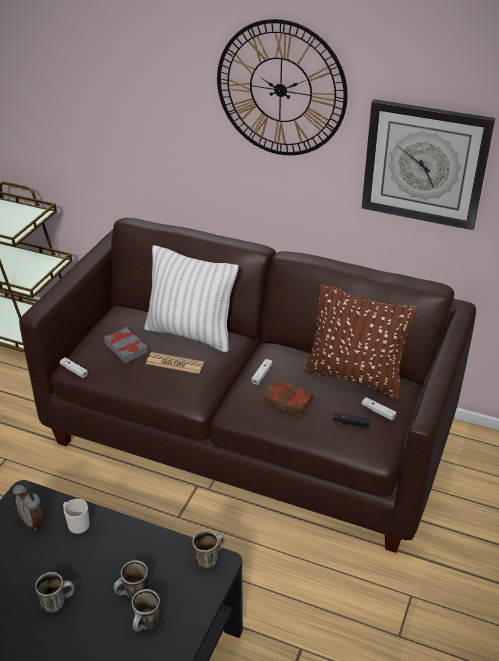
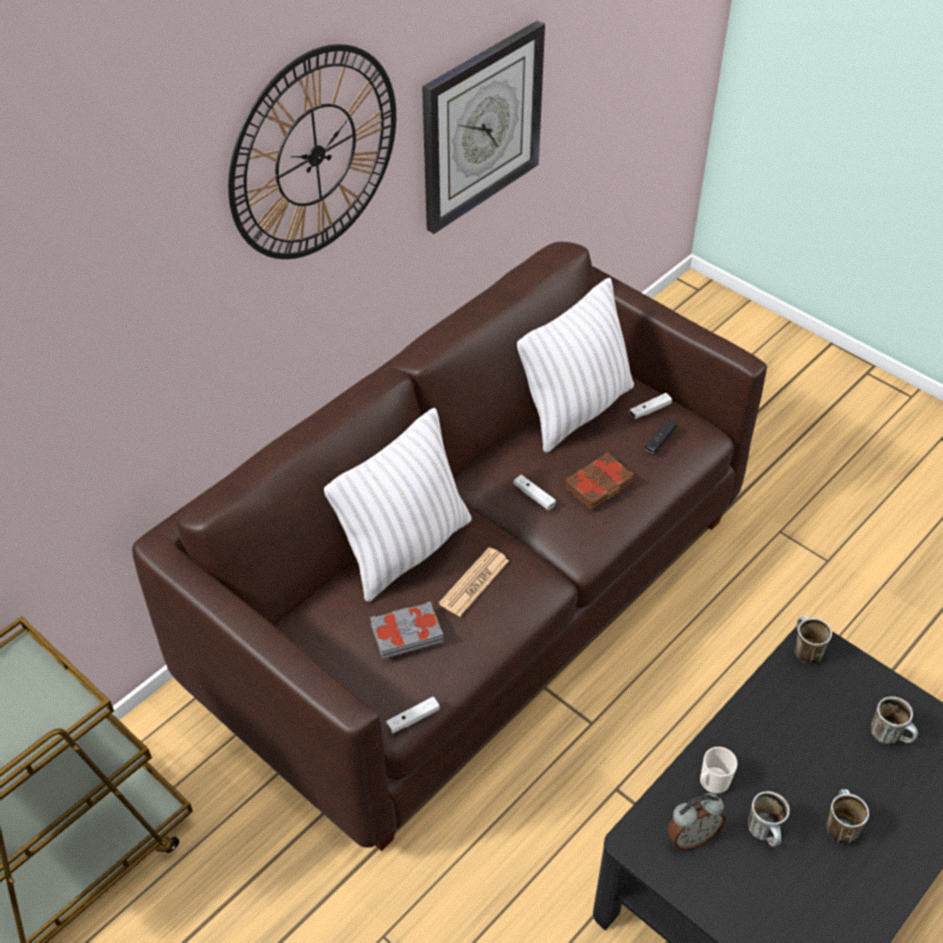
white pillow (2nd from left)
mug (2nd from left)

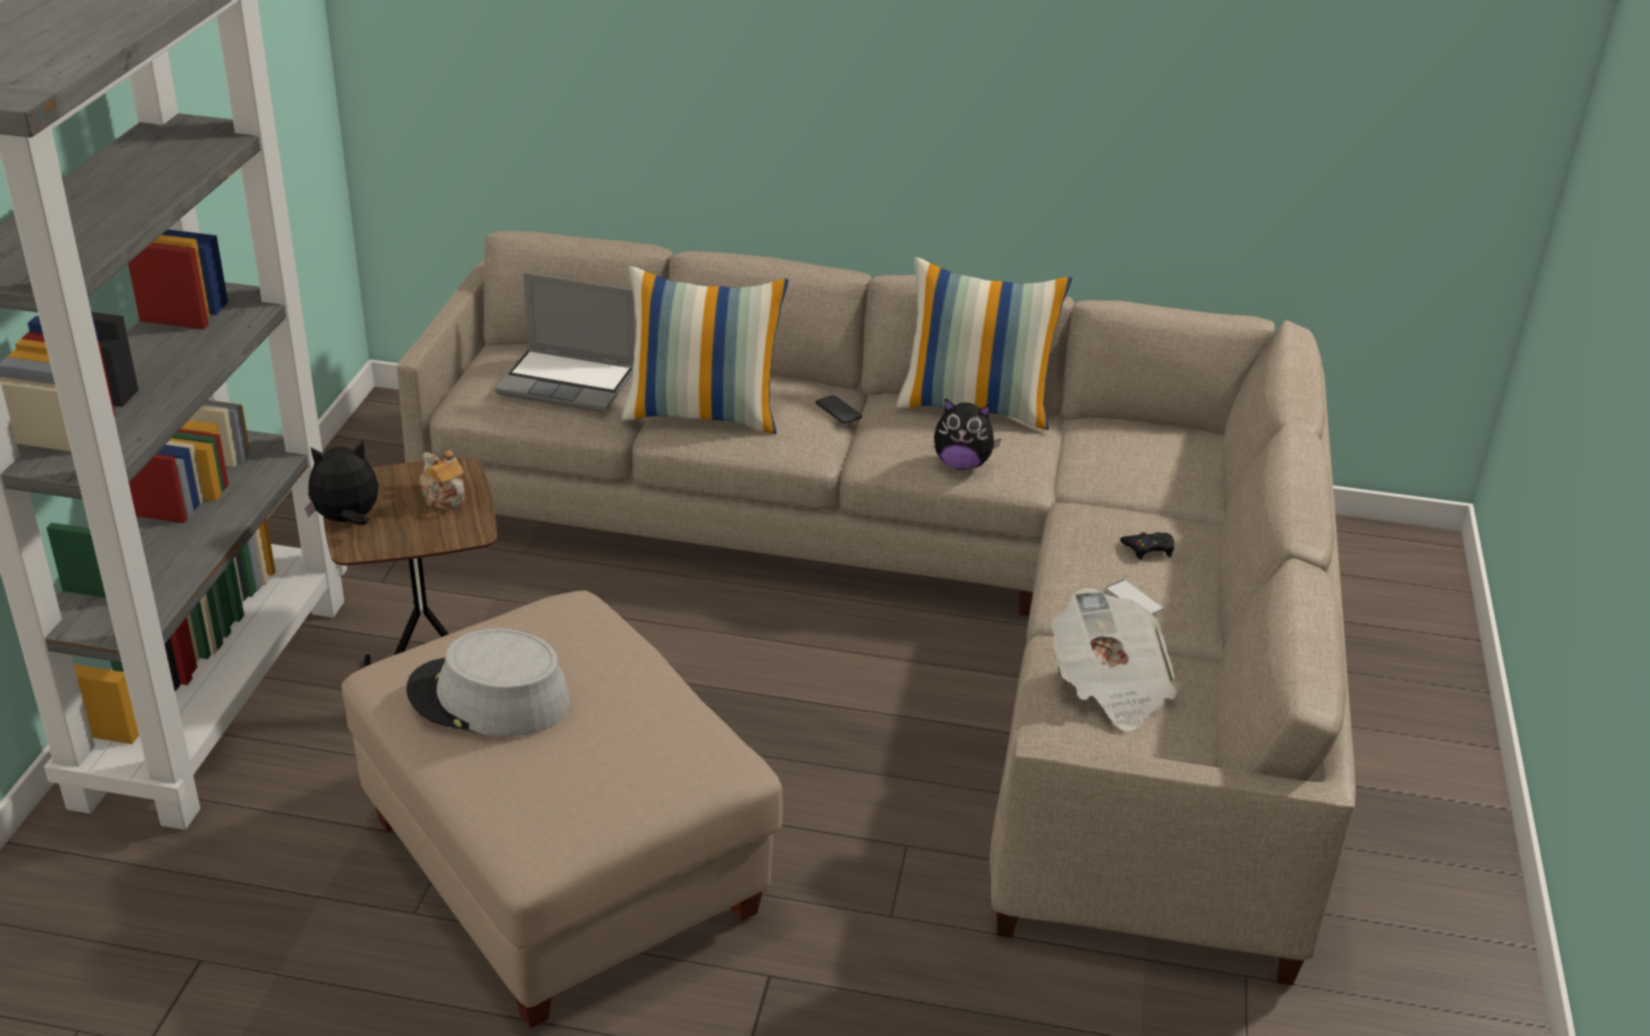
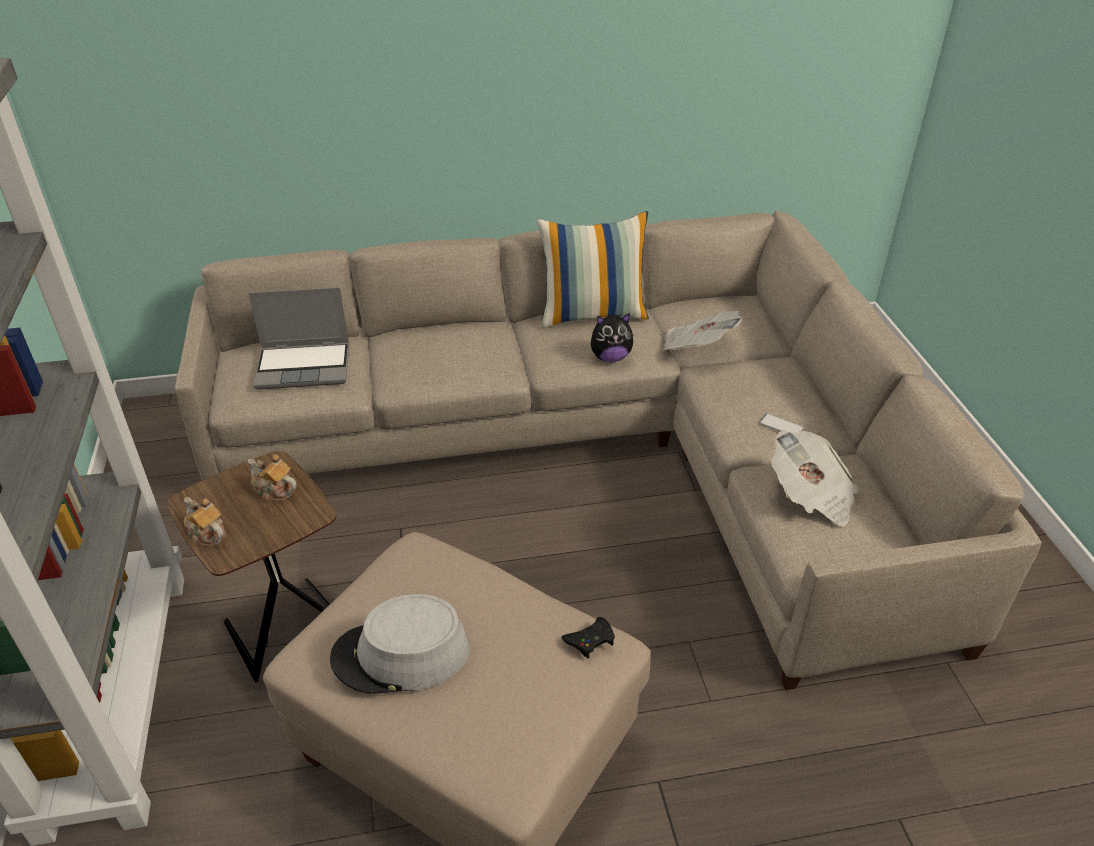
pillow (1st from left in the first image)
phone (1st from left in the first image)
teapot (1st from left)
black game controller
newspaper (1st from left)

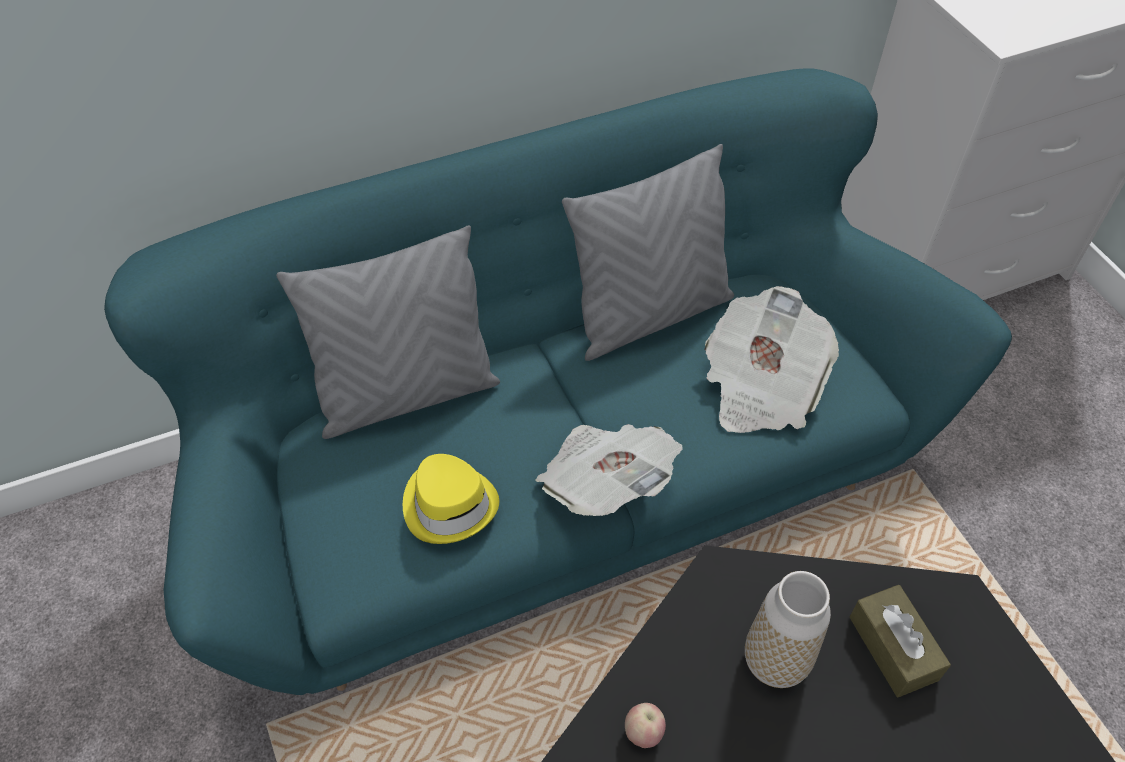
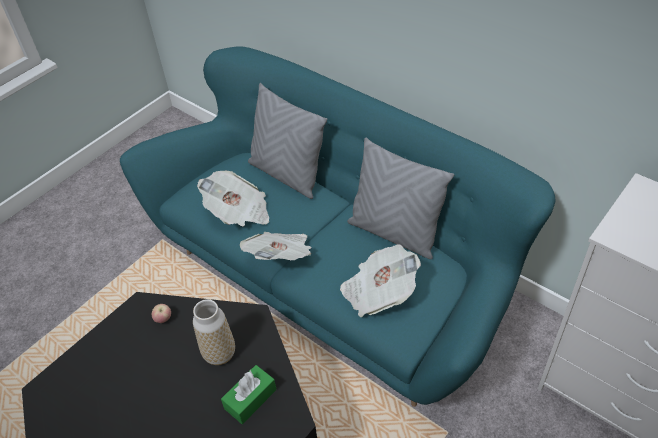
newspaper (1st from left)
green tissue box

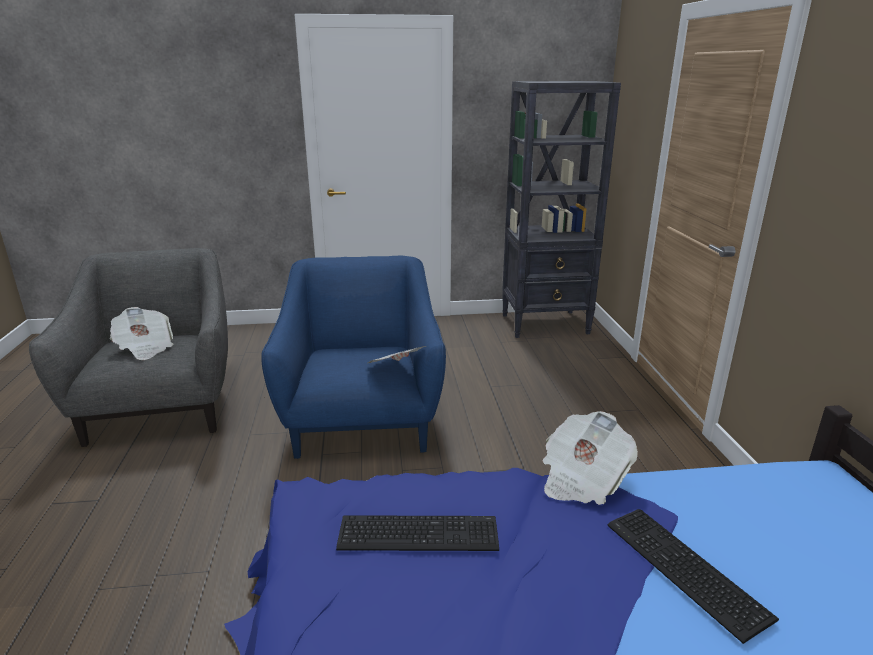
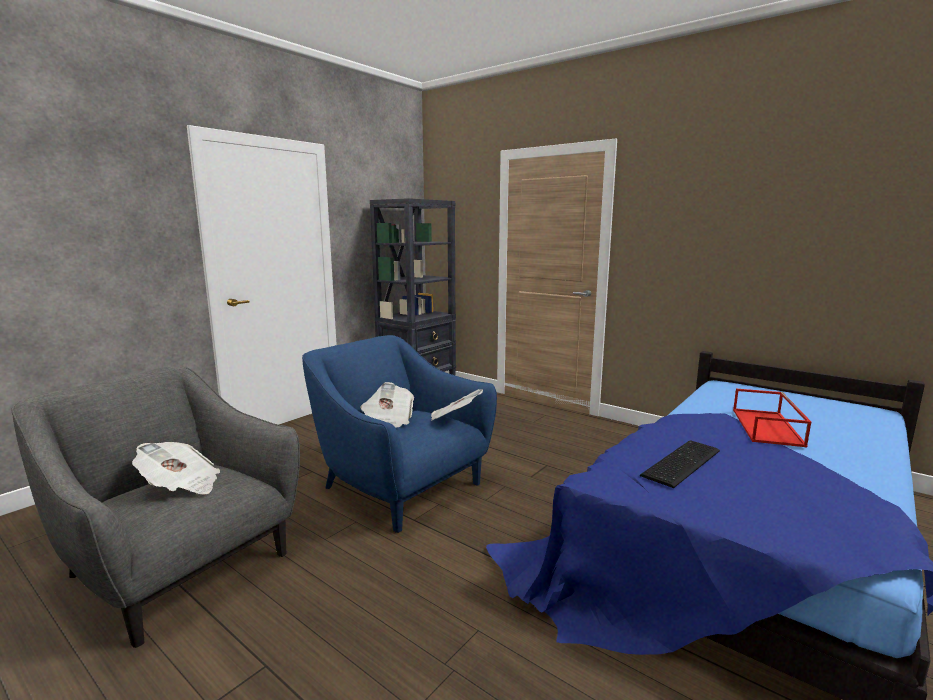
newspaper (2nd from left)
red tray

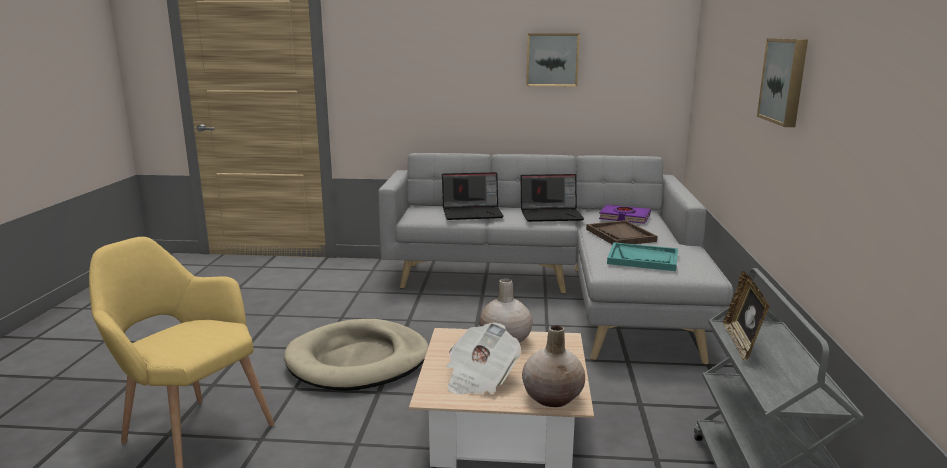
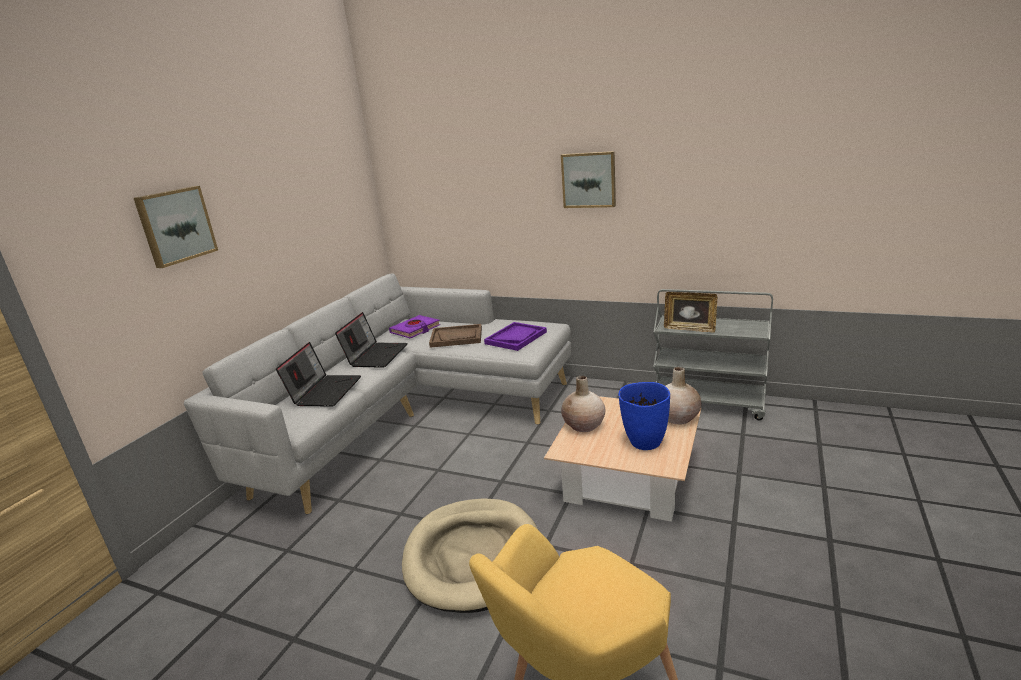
picture (1st from left)
purple tray
blue vase

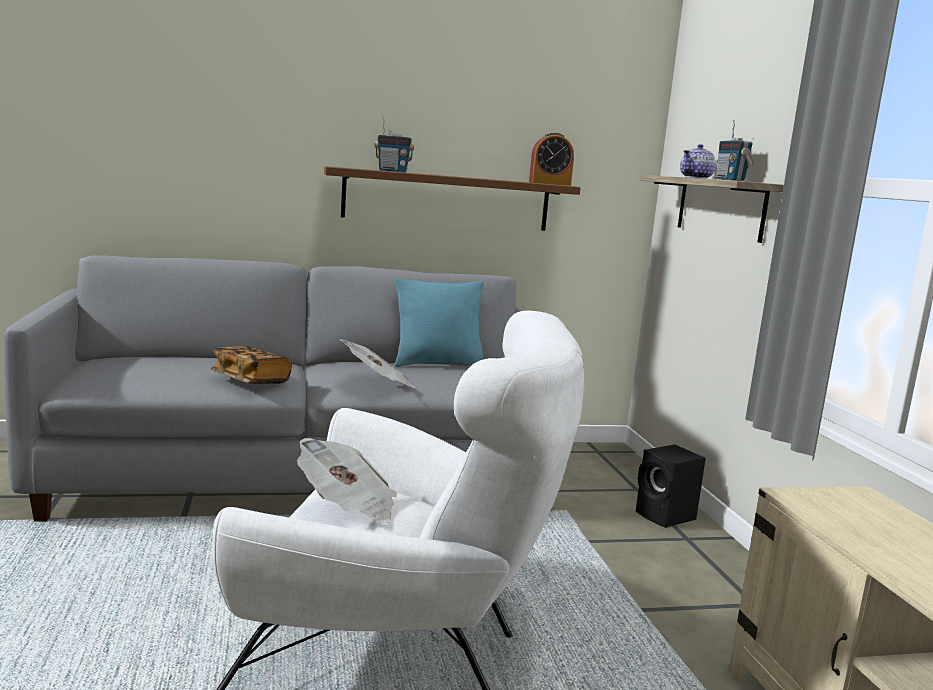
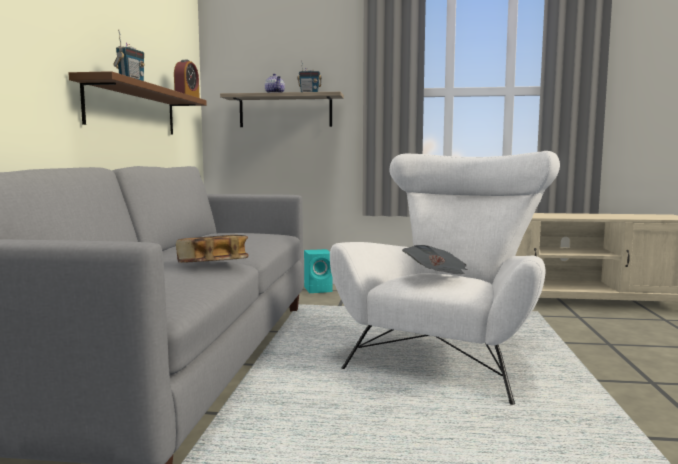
turquoise pillow
newspaper (2nd from left in the first image)
turquoise speaker

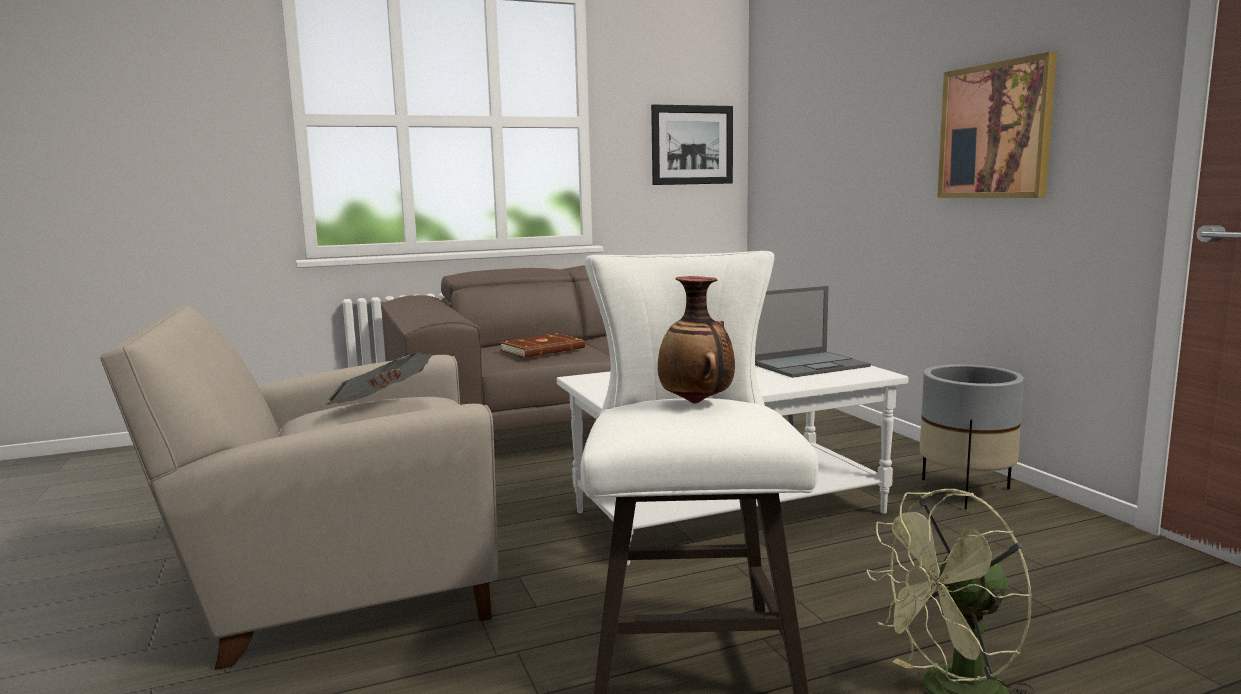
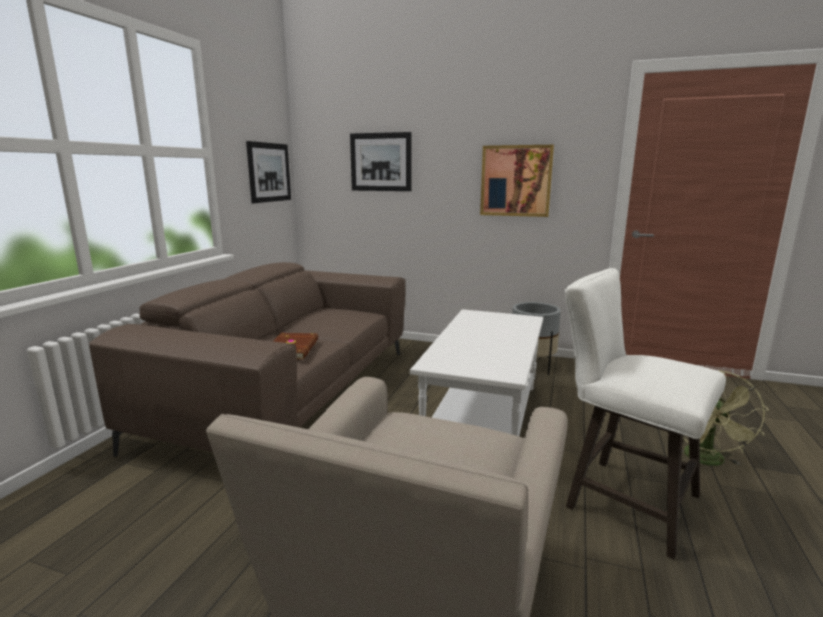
vase
laptop
newspaper
picture (2nd from left)

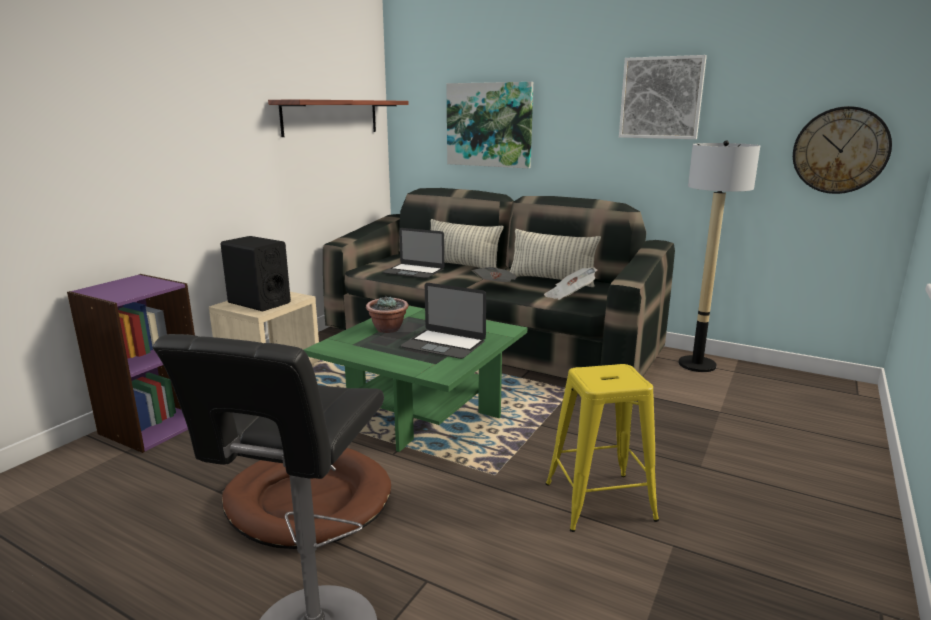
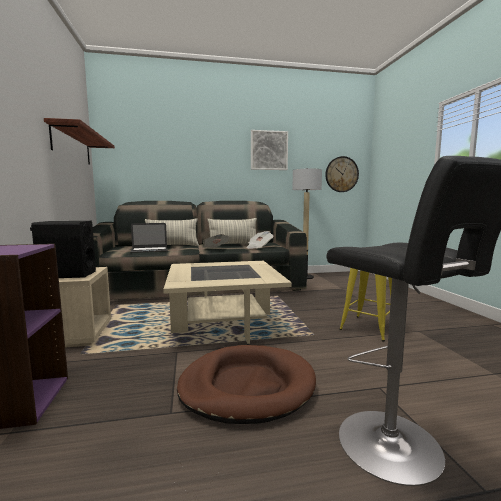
picture (1st from left in the first image)
laptop (2nd from left in the first image)
potted plant
beige coffee table

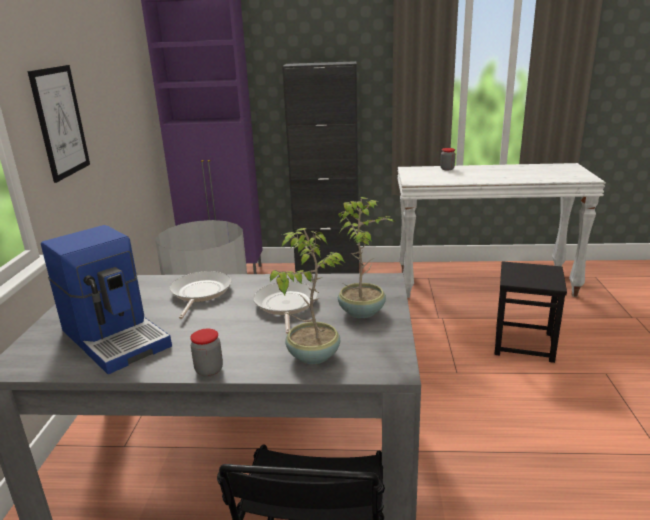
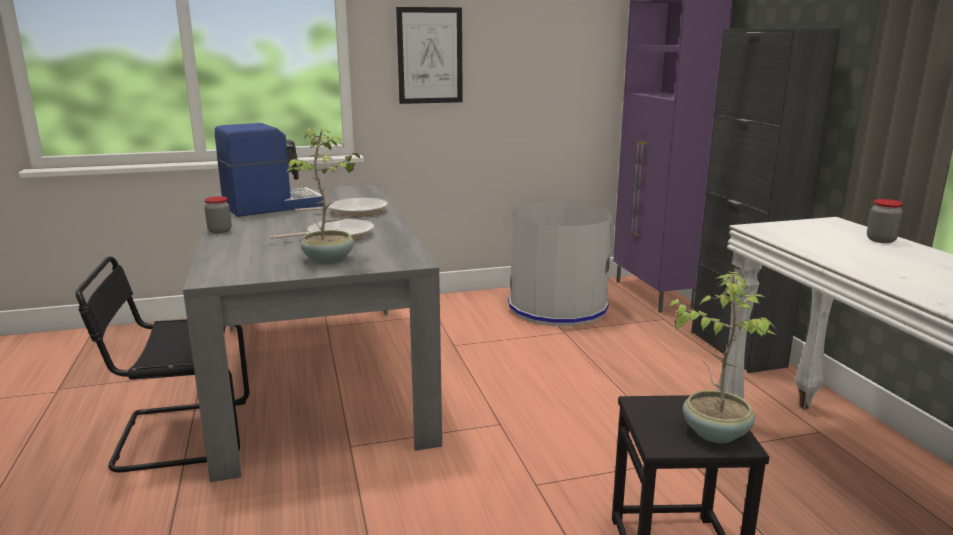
coffee machine
potted plant (2nd from left)

